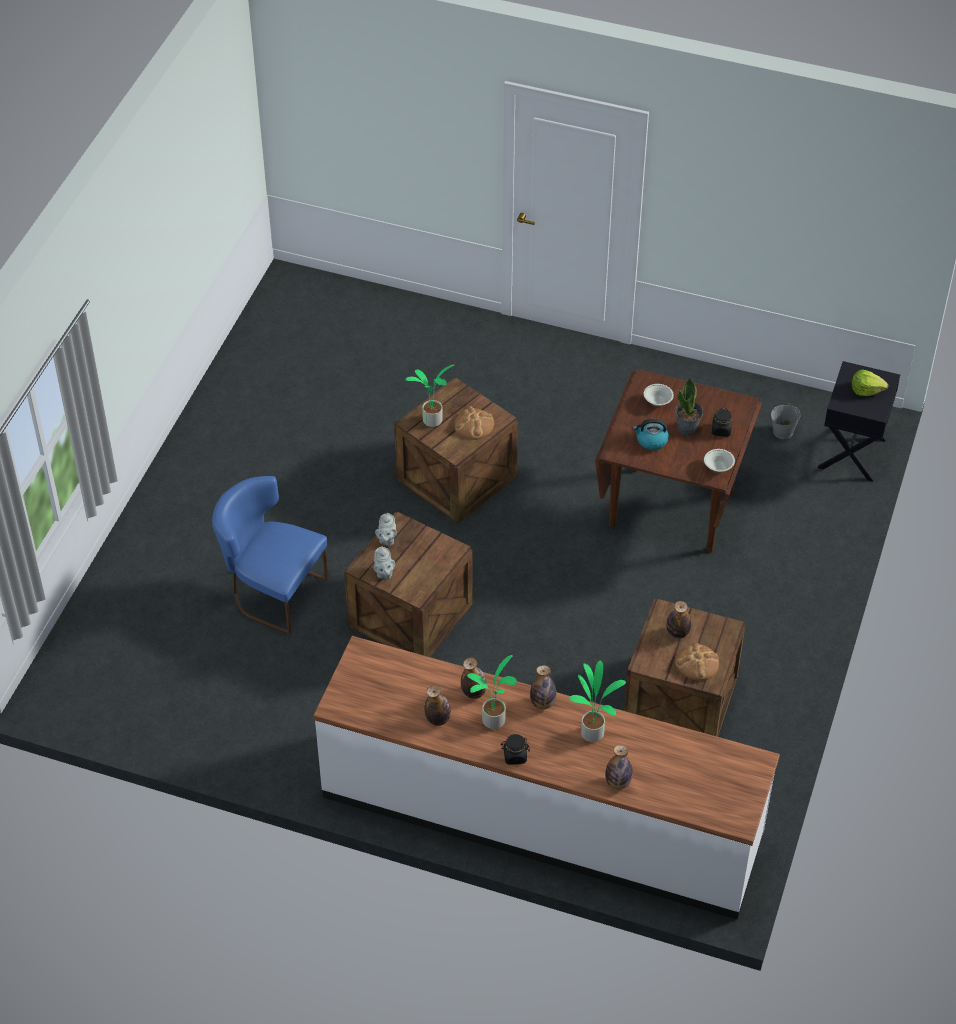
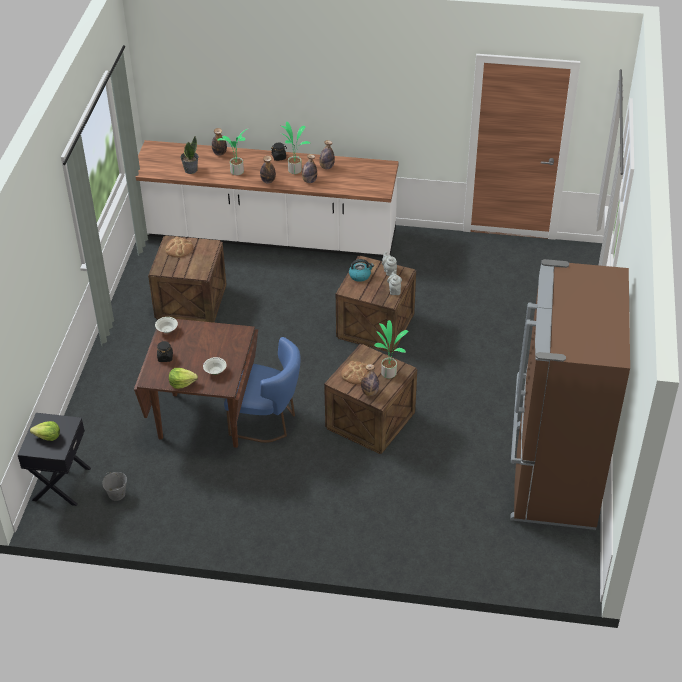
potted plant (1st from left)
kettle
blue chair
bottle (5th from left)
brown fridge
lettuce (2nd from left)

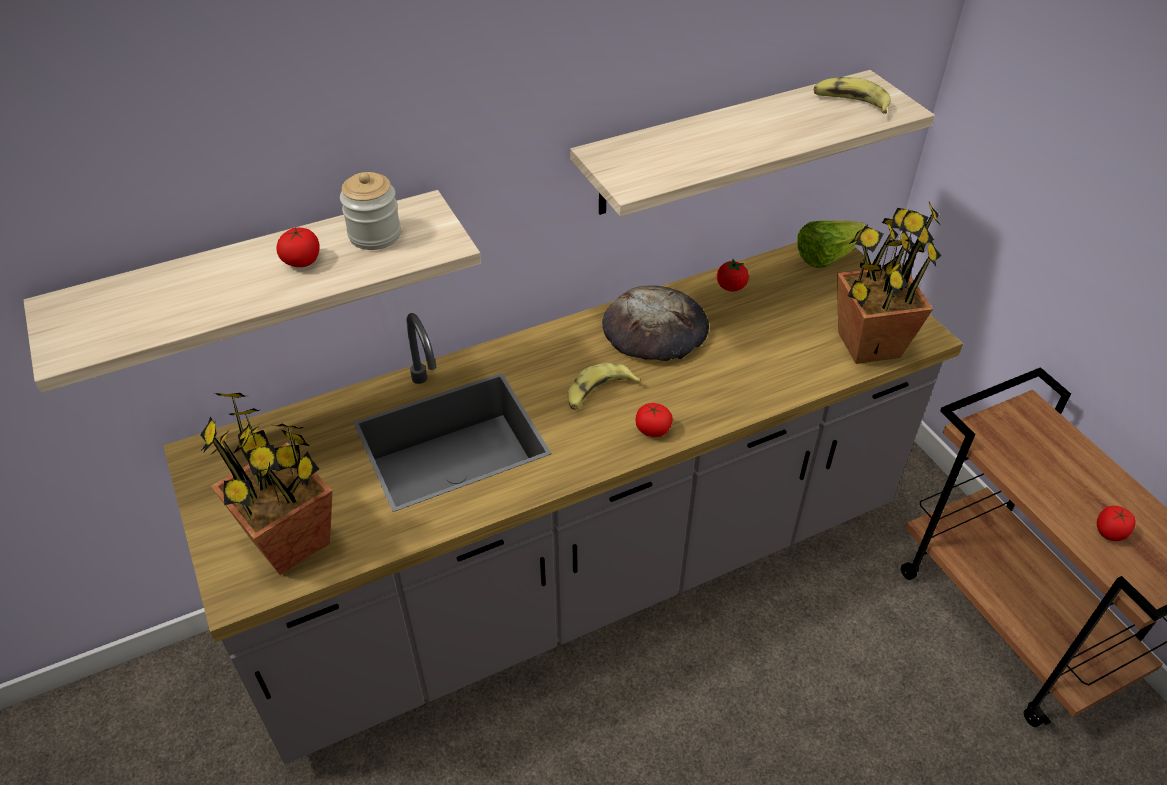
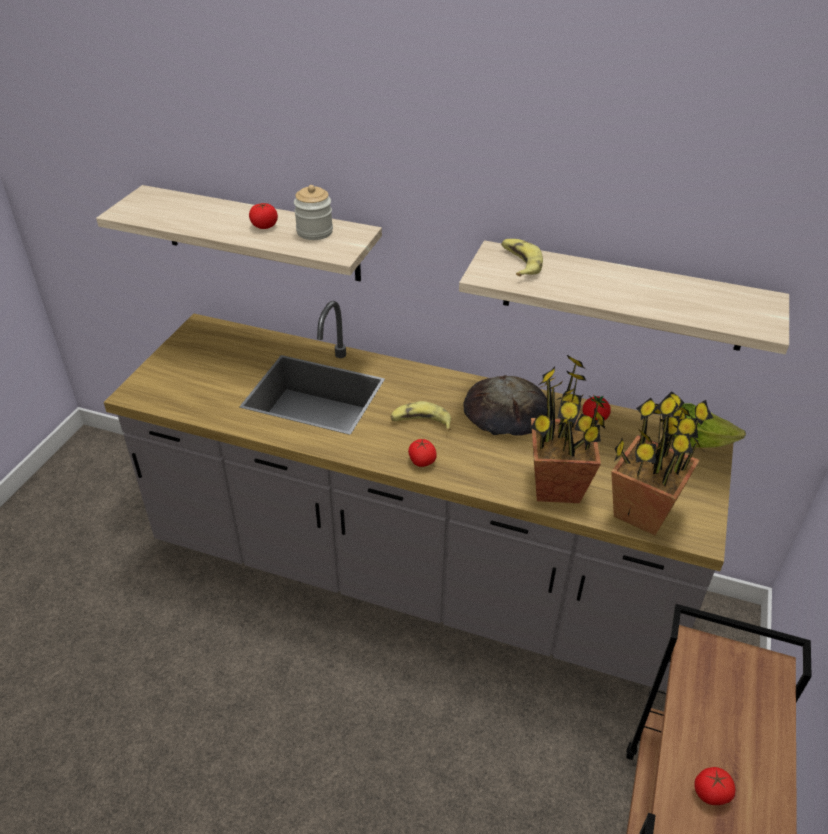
banana (2nd from left)
potted plant (1st from left)

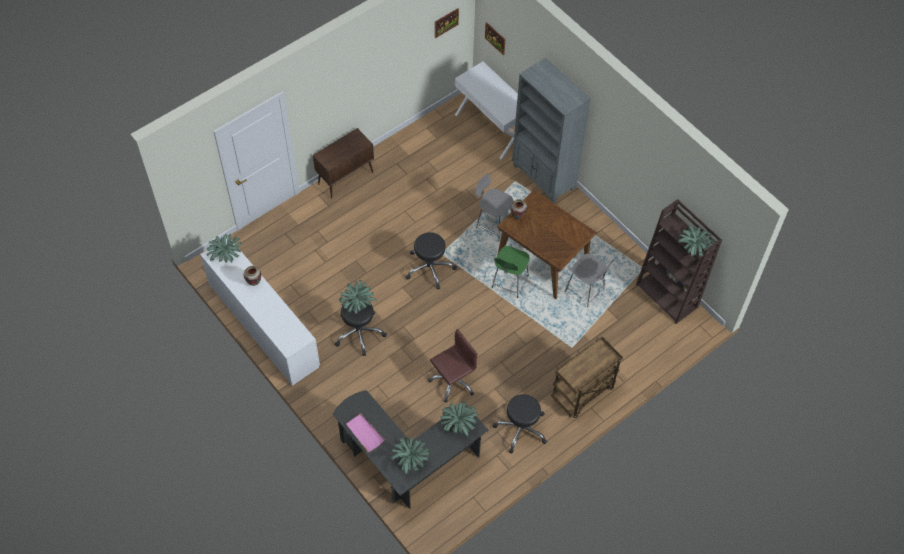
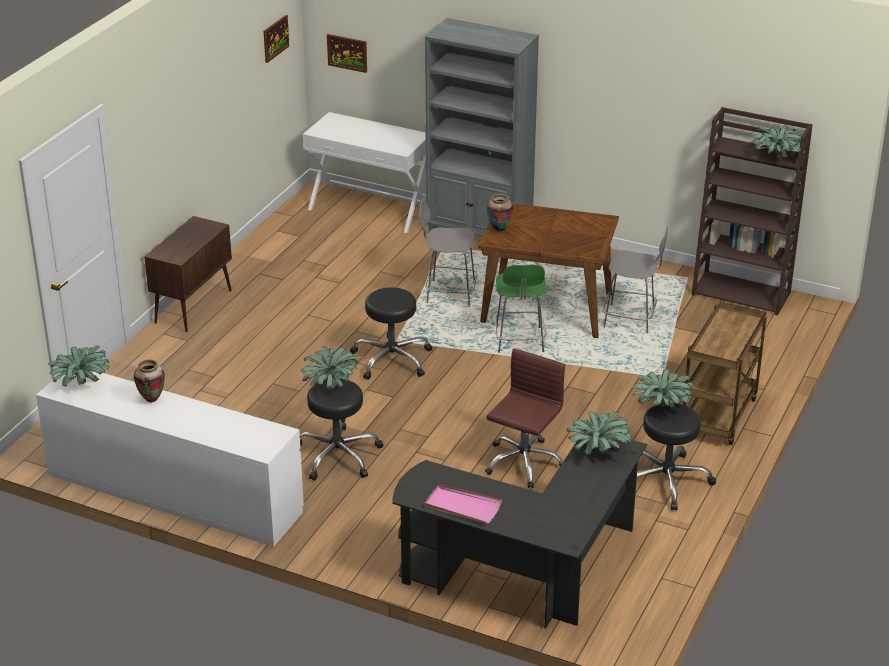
potted plant (4th from left)

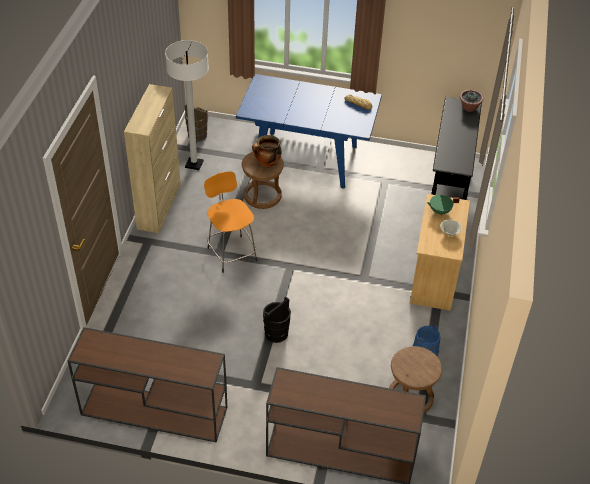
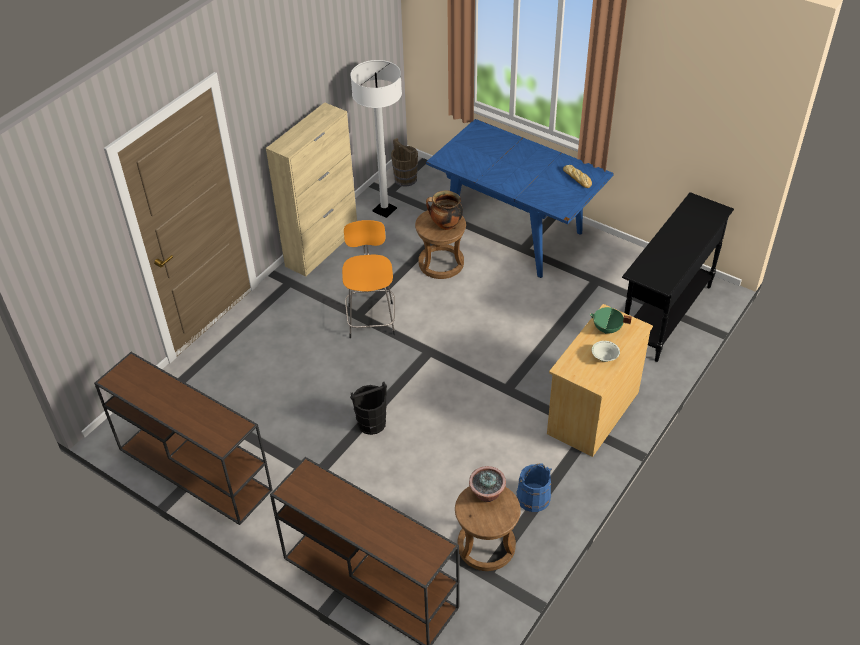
potted plant

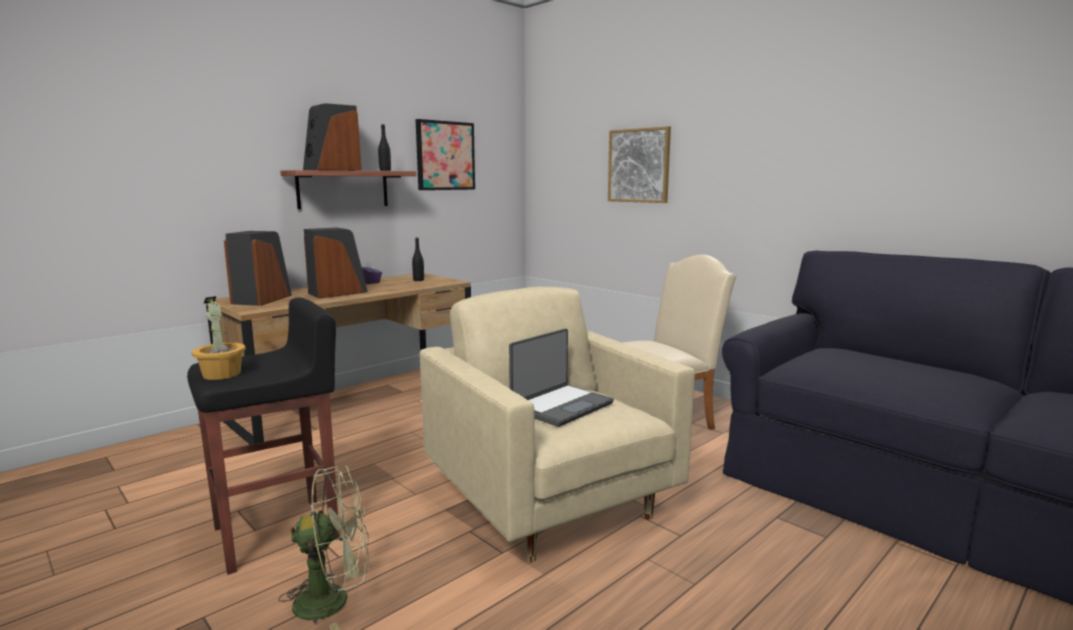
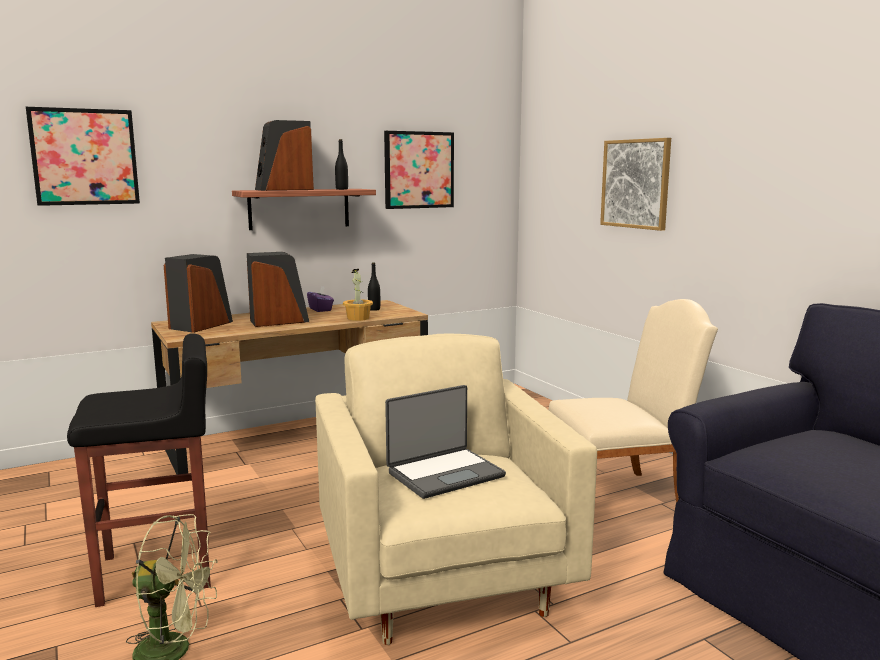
potted plant
picture (1st from left)

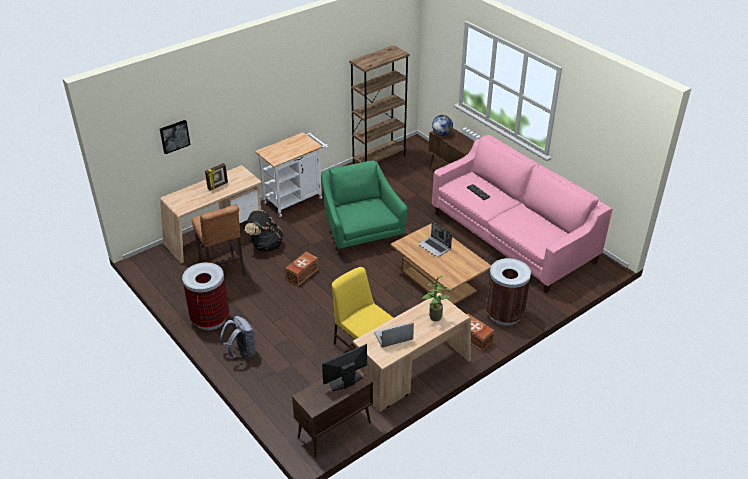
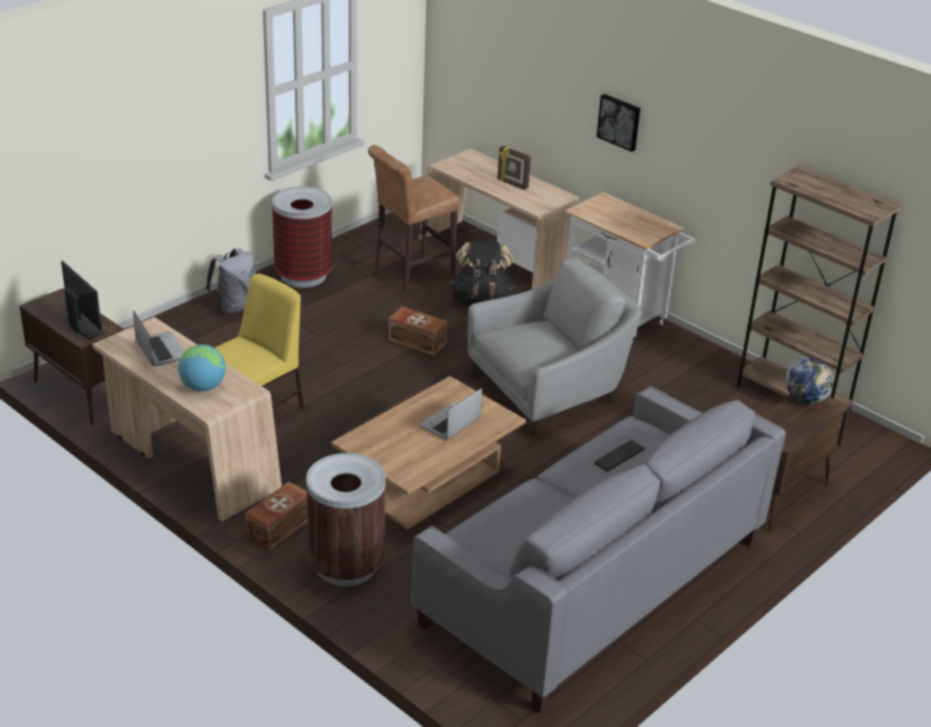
picture
grey sofa
grey armchair
globe (1st from left)

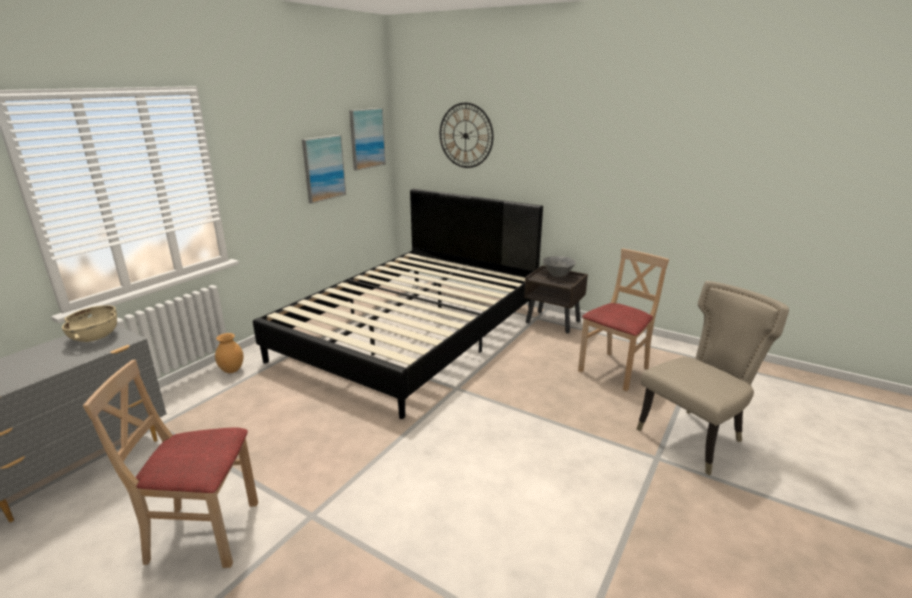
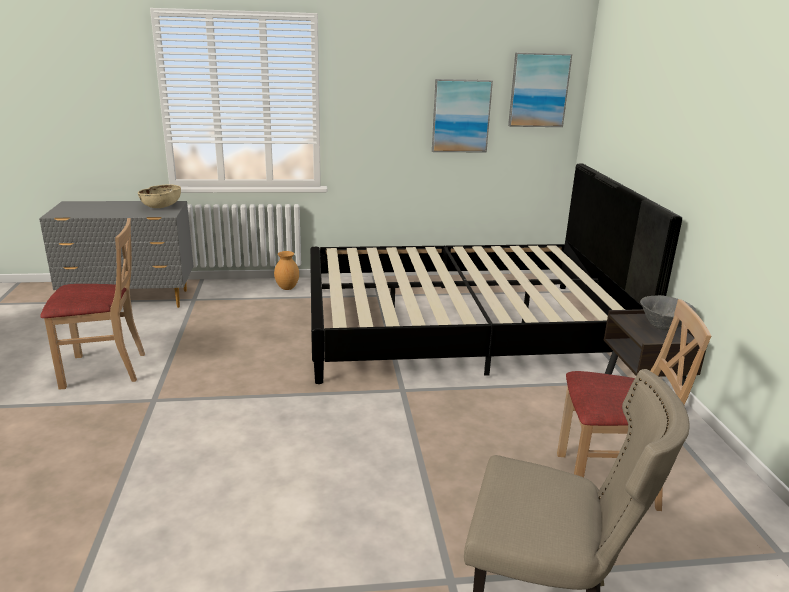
wall clock
beige chair (1st from left)

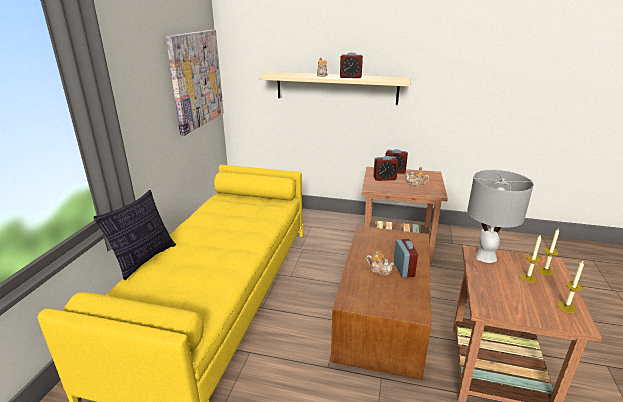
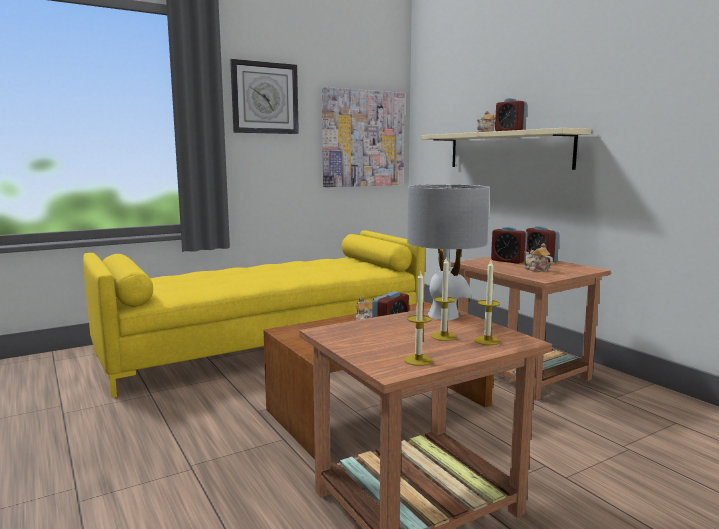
pillow
wall clock

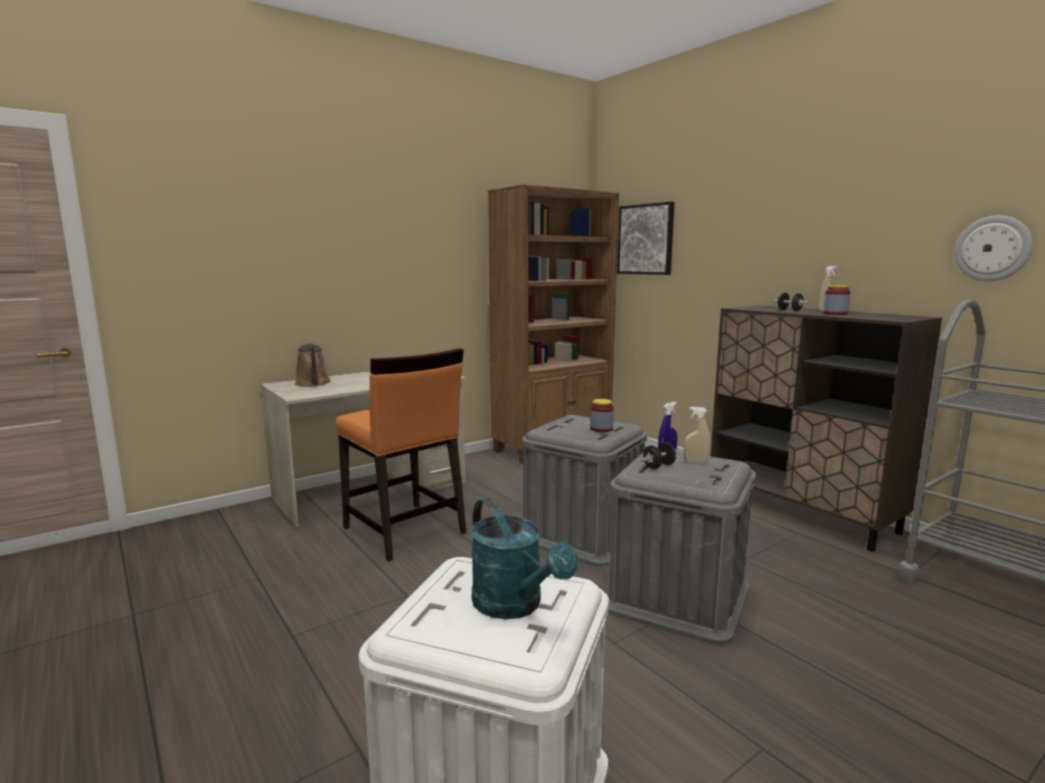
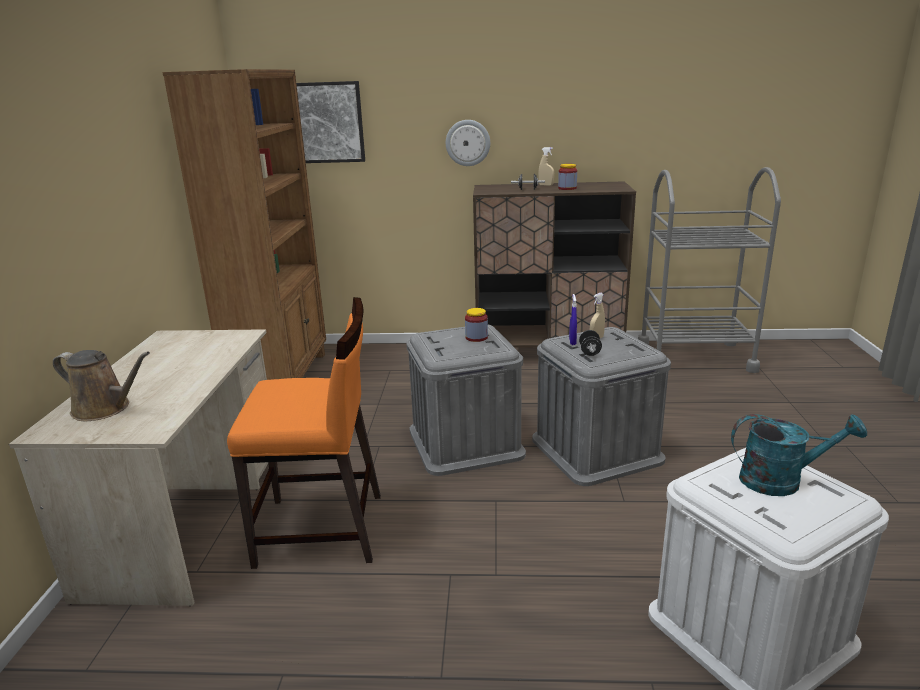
wall clock

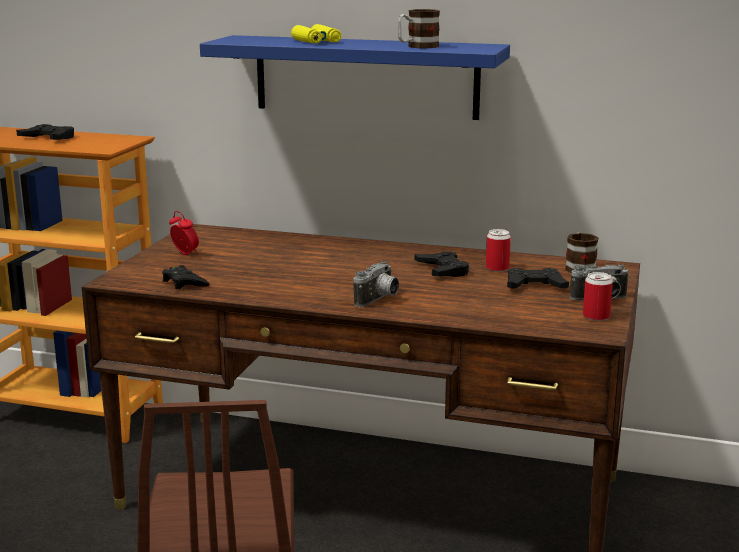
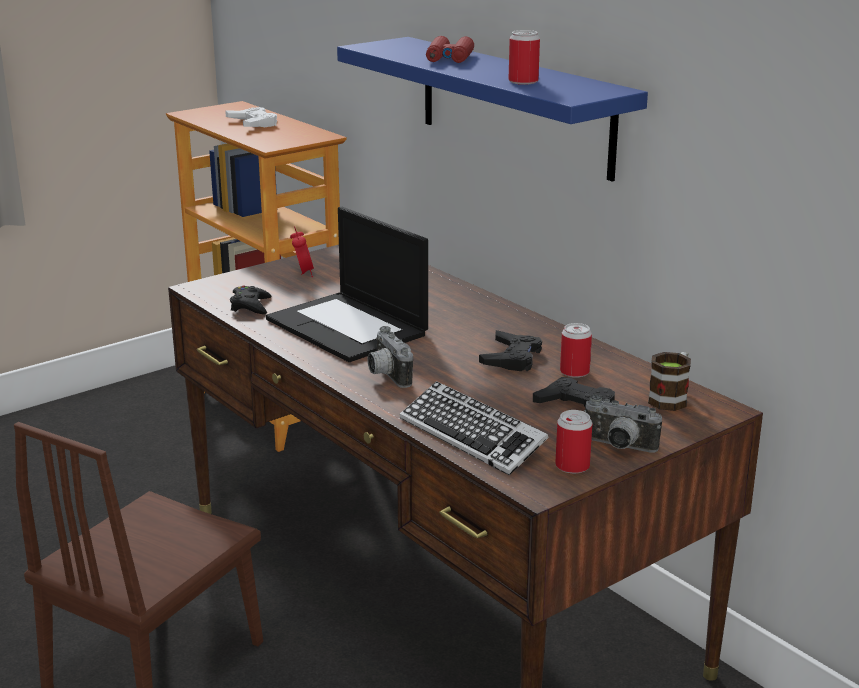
can (1st from left)
red binoculars
white game controller
photo camera (1st from left)
laptop
keyboard

